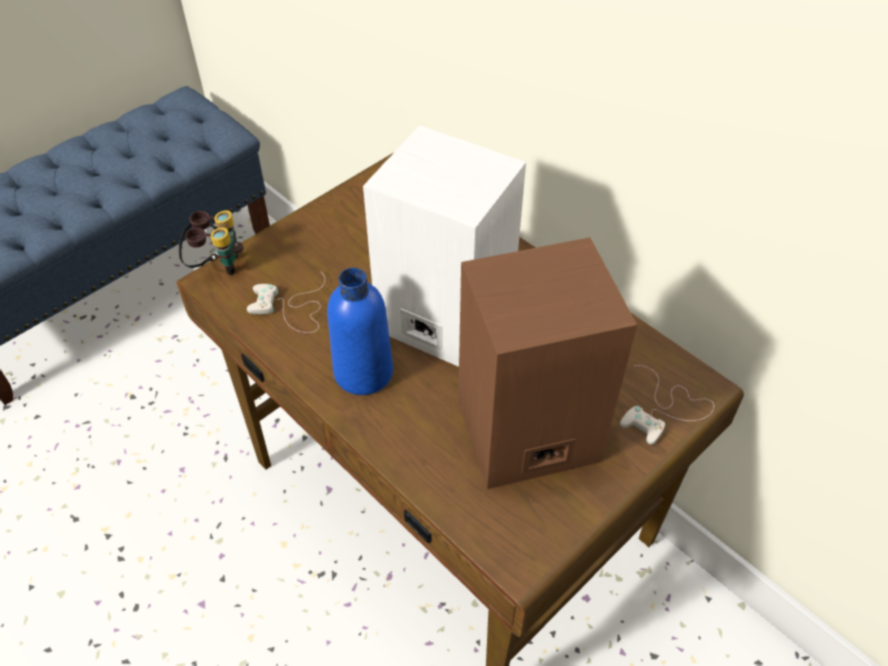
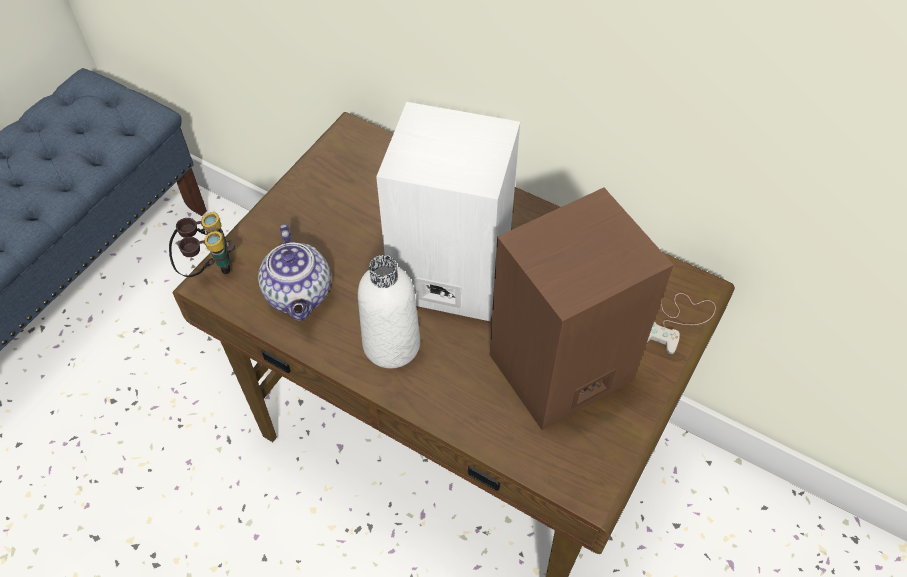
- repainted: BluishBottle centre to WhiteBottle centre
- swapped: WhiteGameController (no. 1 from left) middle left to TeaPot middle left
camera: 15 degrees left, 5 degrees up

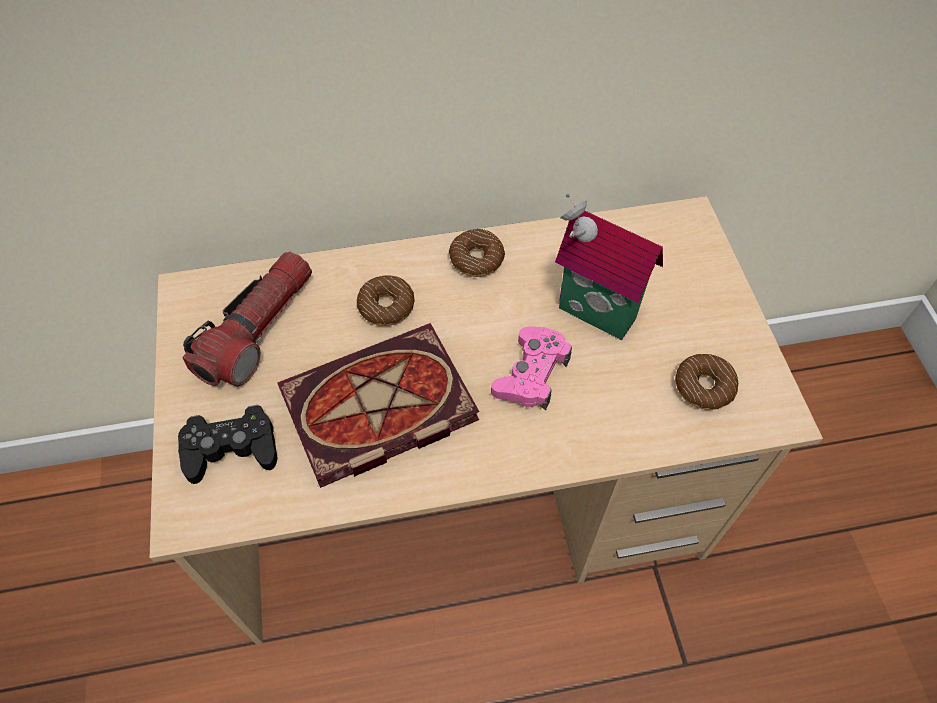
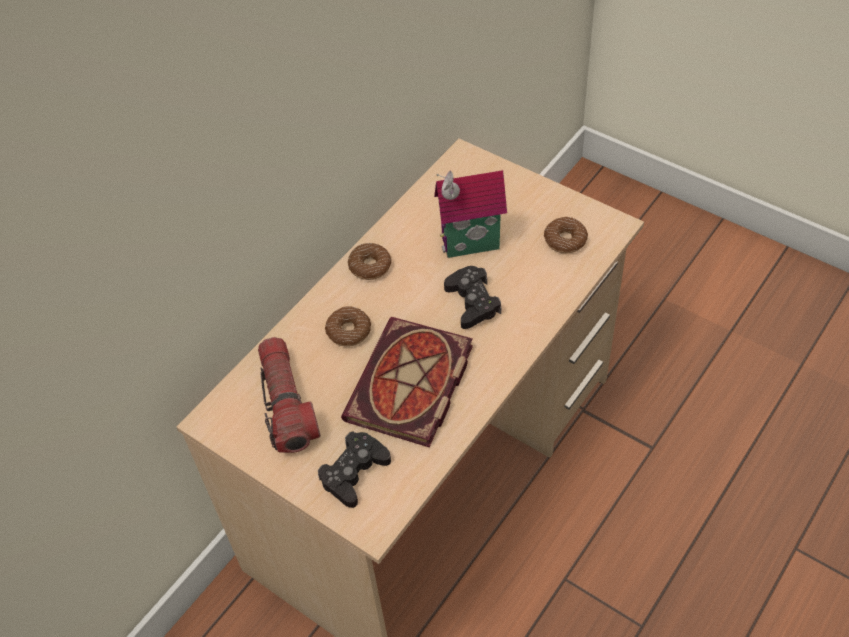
- repainted: PinkColouredGameController centre to BlackGameController (no. 2 from left) centre
camera: 40 degrees left, 5 degrees down

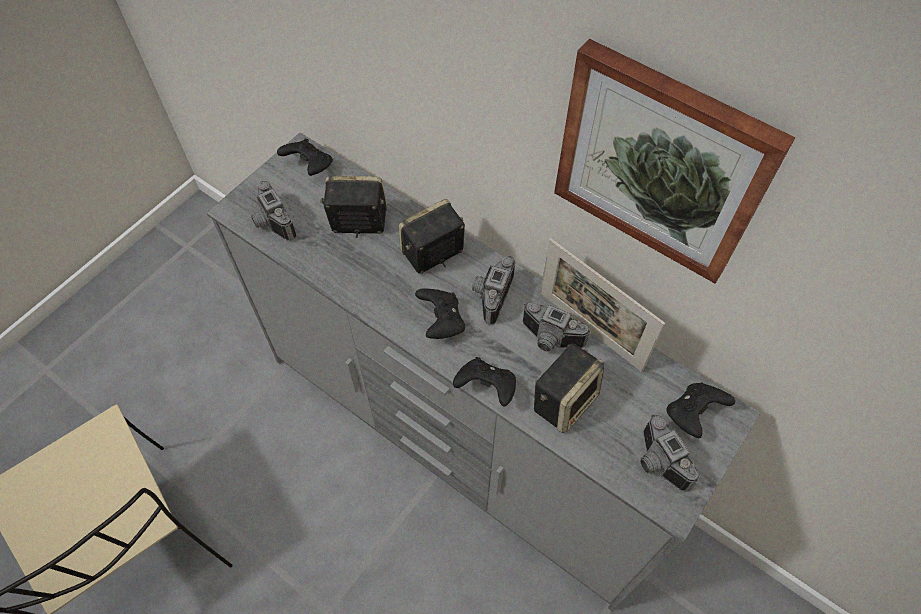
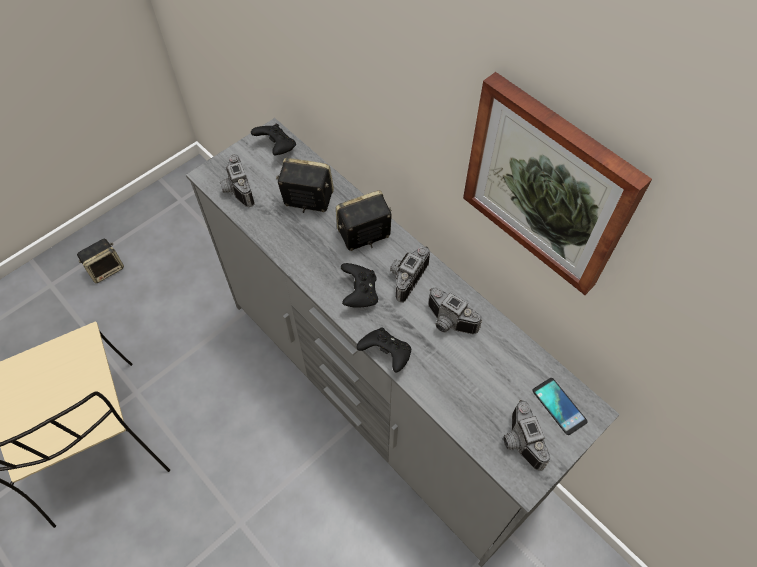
- gone: PhotoFrame centre
- shifted: AudioSpeaker (no. 3 from left in the first image) centre to AudioSpeaker (no. 1 from left) middle left
- swapped: BlackGameController (no. 4 from left) bottom right to Phone bottom right
camera: 10 degrees right, 0 degrees up

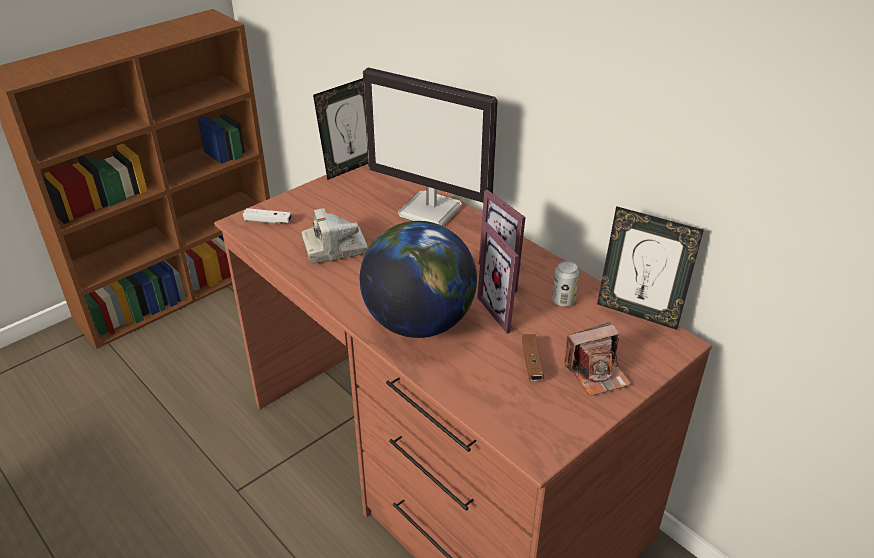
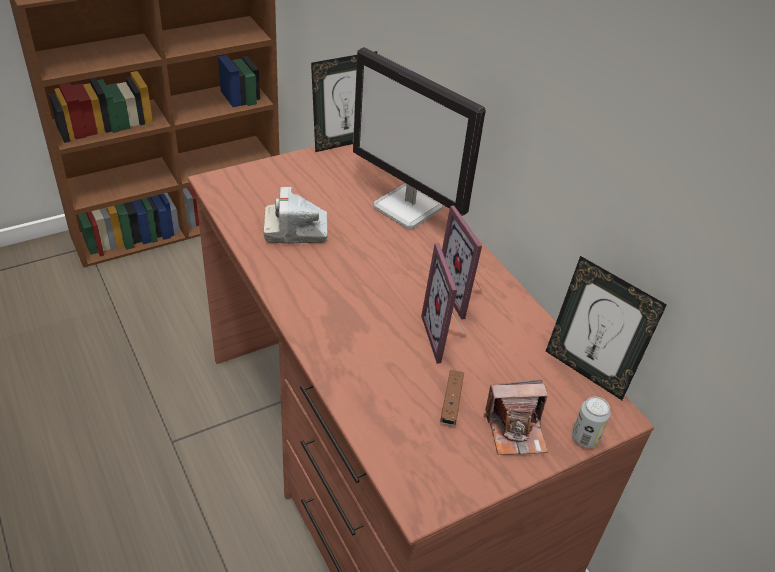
- gone: WhiteGameController middle left
- gone: Globe centre
- shifted: SealedCan centre to bottom right
camera: 10 degrees right, 5 degrees up

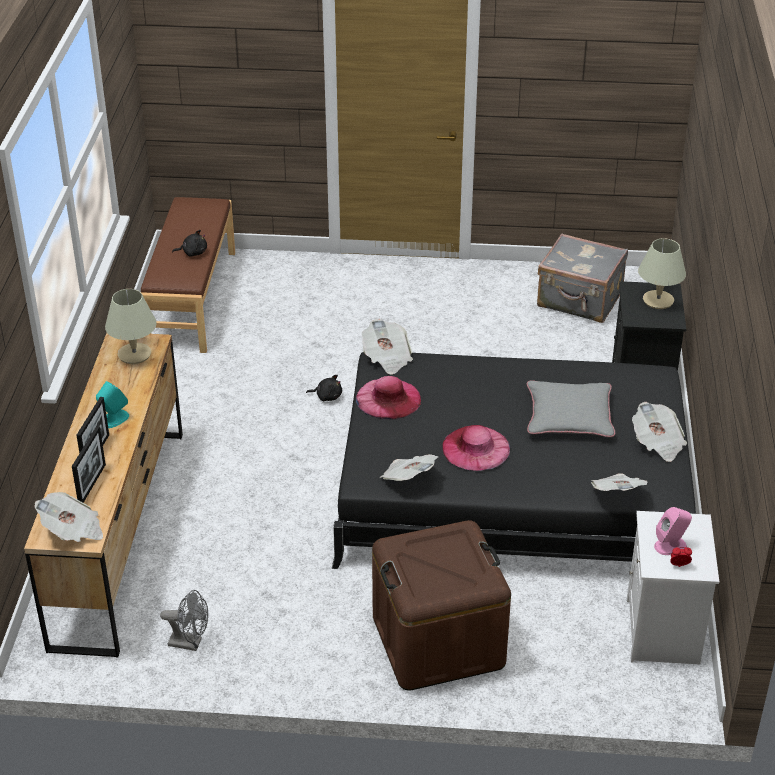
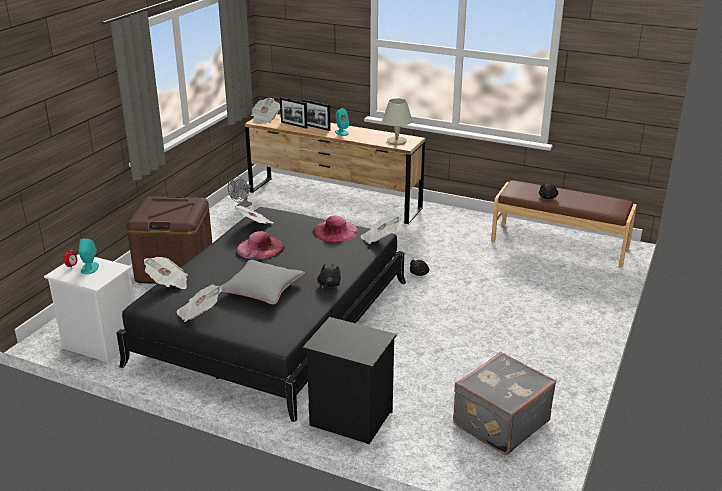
- gone: BeigeColouredLampForATable (no. 2 from left) middle right
- repainted: PinkColouredAudioSpeaker bottom right to TurquoiseColouredAudioSpeaker (no. 1 from left) middle left
- new: BlackSoftToy (no. 1 from left) centre
camera: 110 degrees right, 10 degrees down

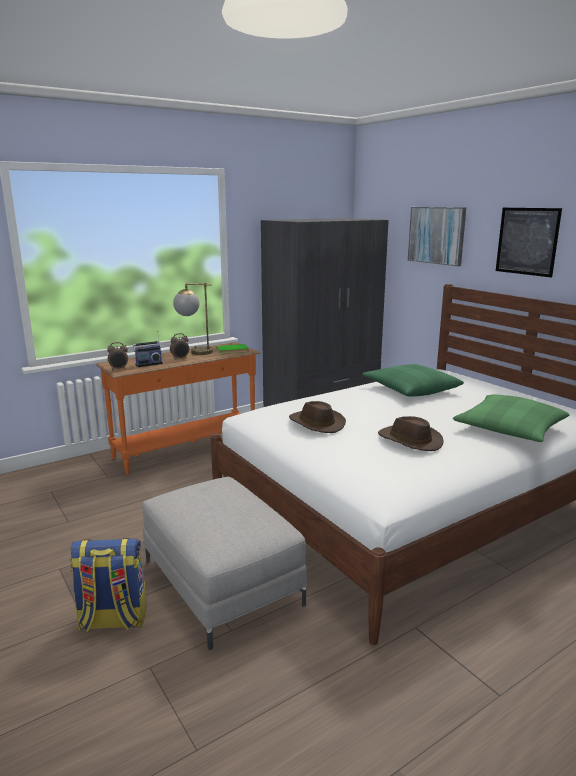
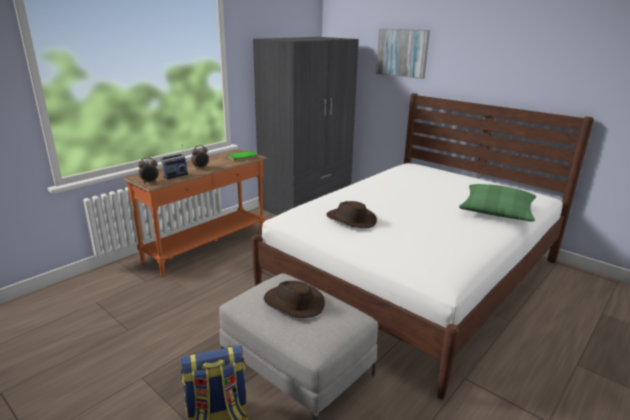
- gone: WallArt (no. 2 from left) top right
- gone: LampForATable centre
- gone: GreenishCushion (no. 1 from left) middle right
- shifted: BrownishHat (no. 2 from left in the first image) middle right to BrownishHat (no. 1 from left) bottom centre
camera: 15 degrees left, 5 degrees up

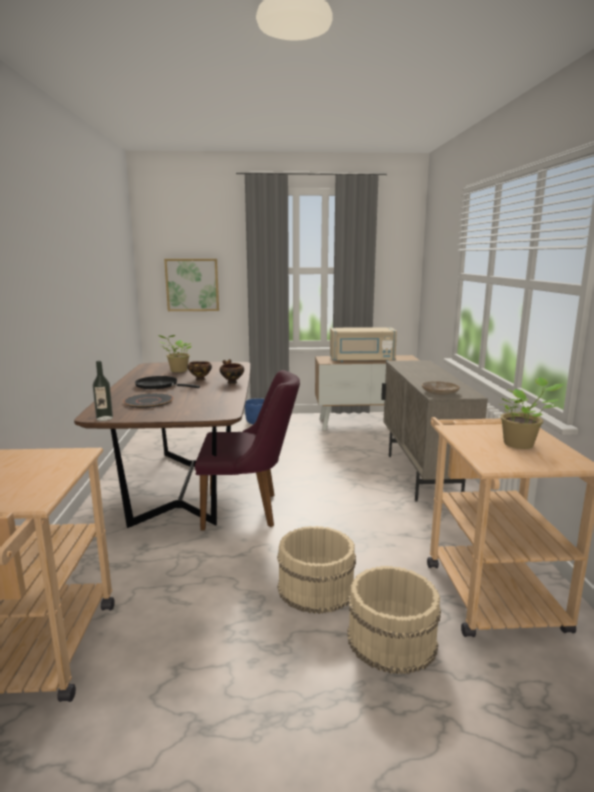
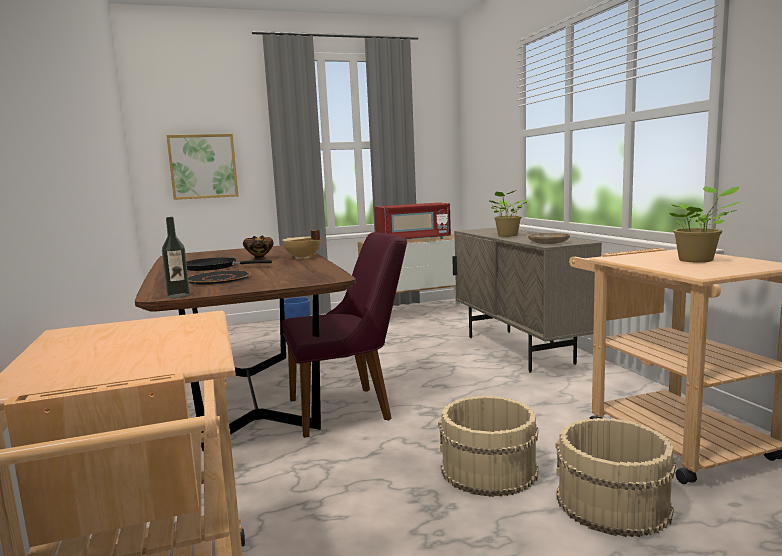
- repainted: BeigeColouredMicrowaveOven centre to RedMicrowaveOven centre
- shifted: Houseplant (no. 1 from left) middle left to centre
- swapped: ServingBowl (no. 2 from left) centre to BeigeColouredStockpot centre
camera: 15 degrees left, 5 degrees down

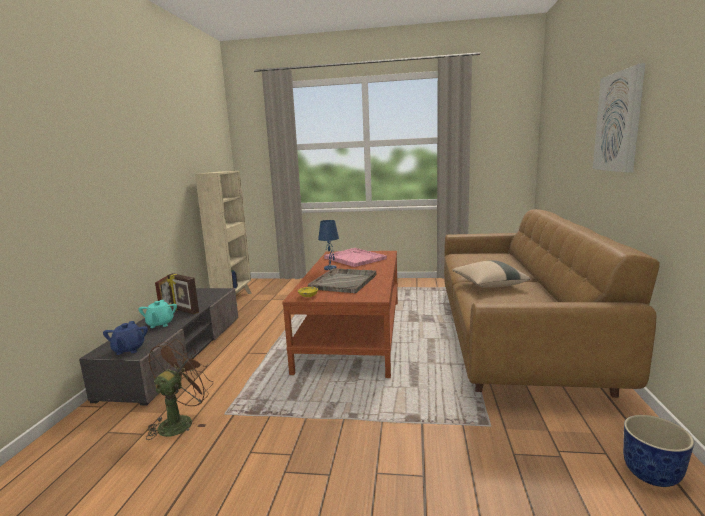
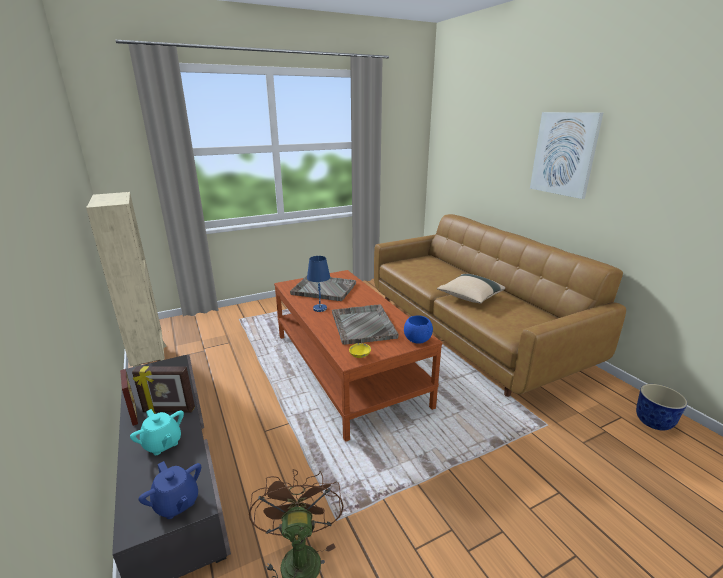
- repainted: PinkColouredTray centre to GrayTray (no. 1 from left) centre
- new: BluishServingBowl centre
camera: 35 degrees left, 10 degrees up

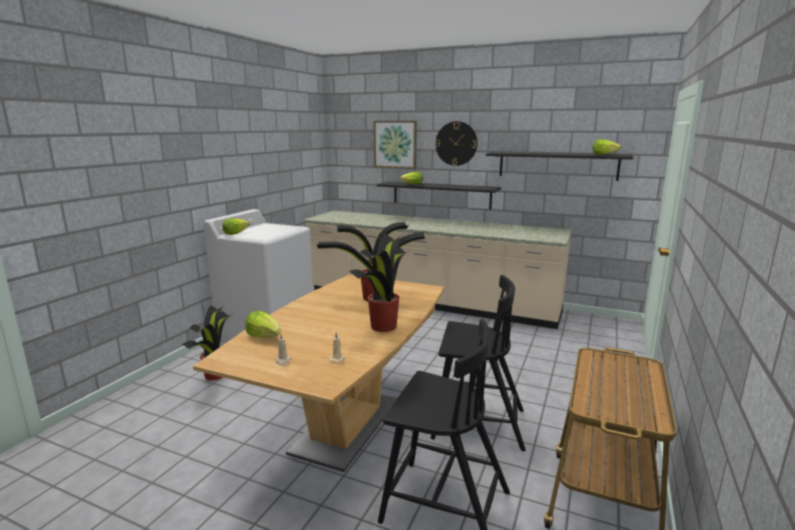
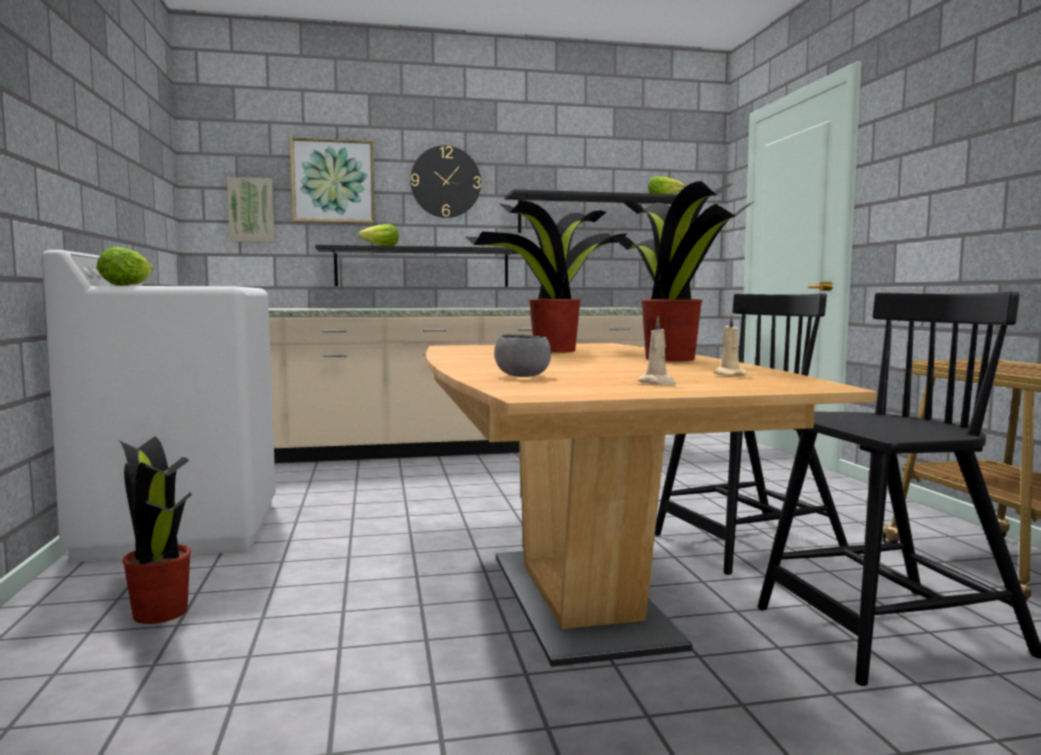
- swapped: HeadOfLettuce (no. 2 from left) middle left to GrayServingBowl centre
- new: WallArt (no. 1 from left) top left
camera: 35 degrees left, 10 degrees down

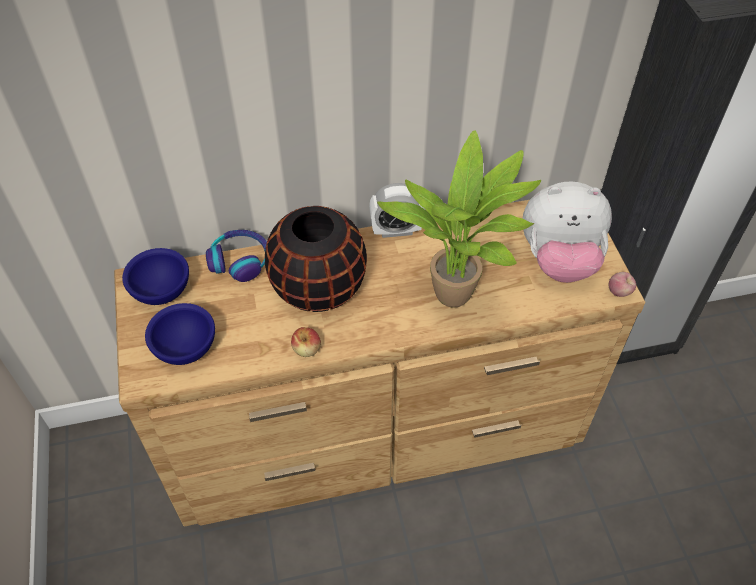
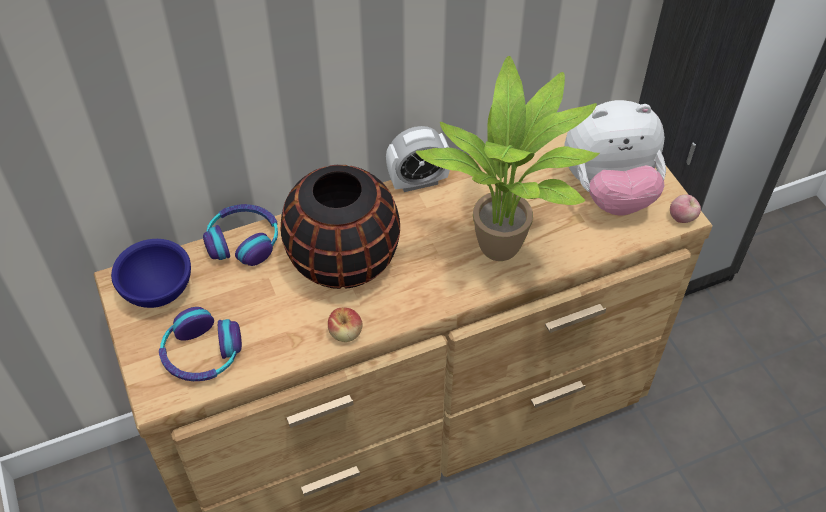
- swapped: BluishServingBowl (no. 2 from left) middle left to Headset (no. 1 from left) bottom left
camera: 10 degrees left, 0 degrees up

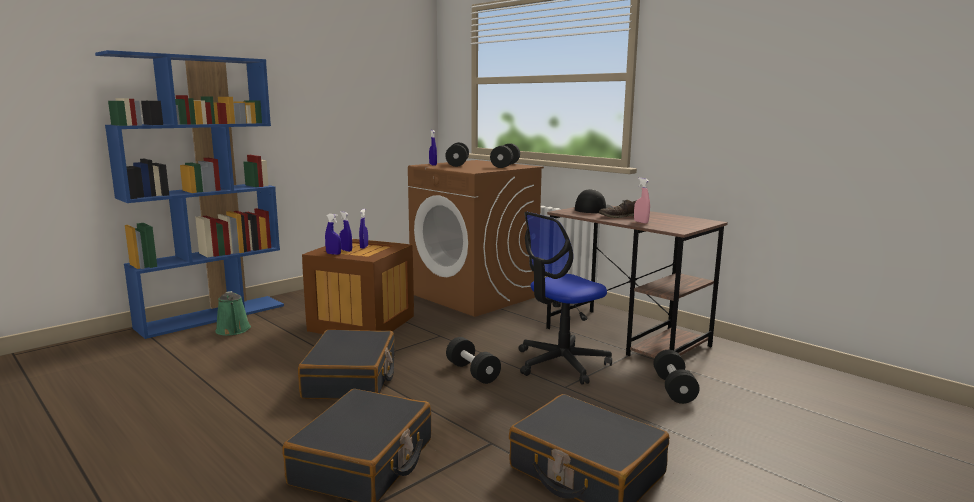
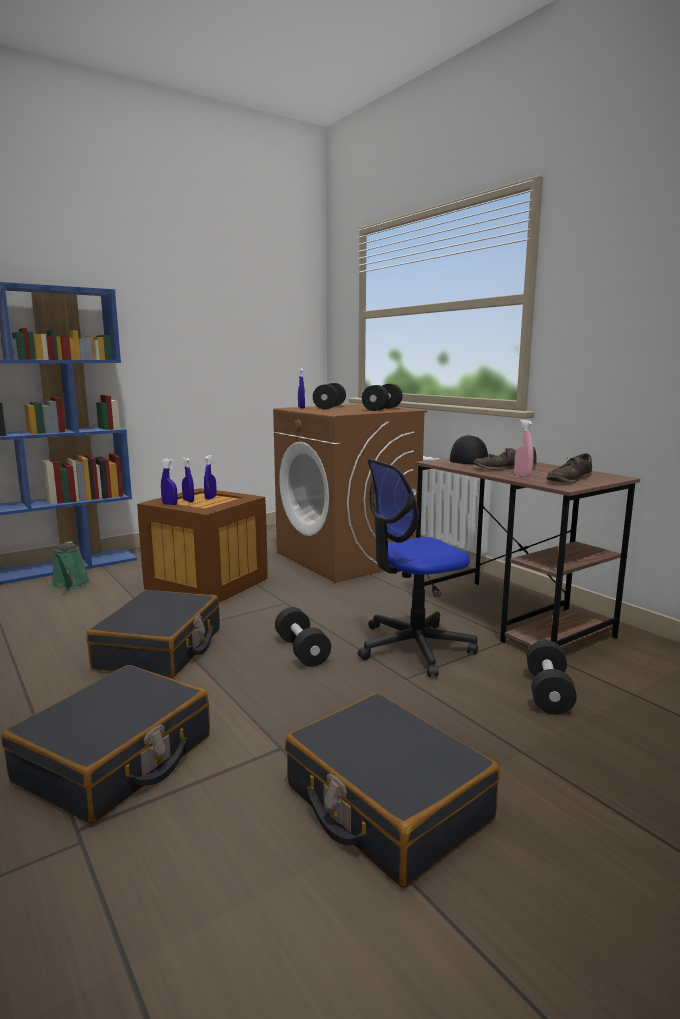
- new: BrownishShoe (no. 2 from left) middle right
camera: 10 degrees right, 0 degrees up

